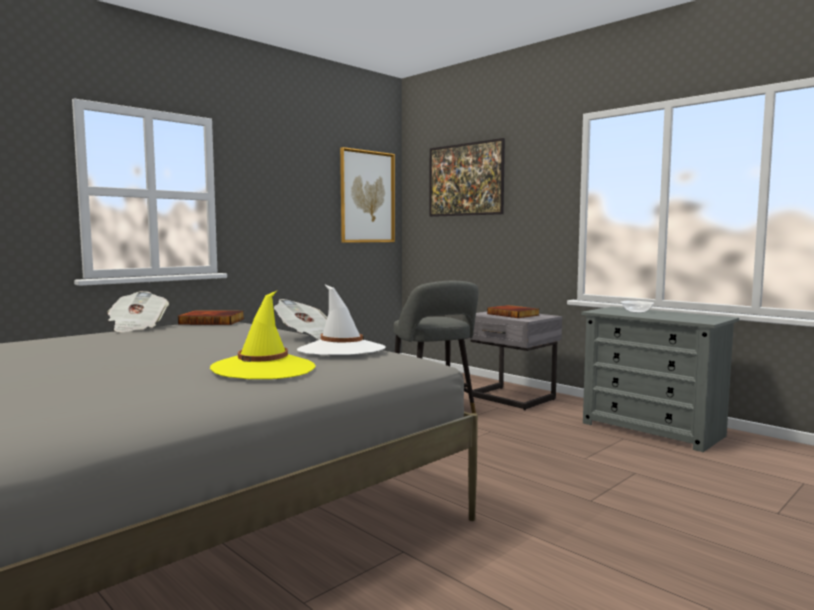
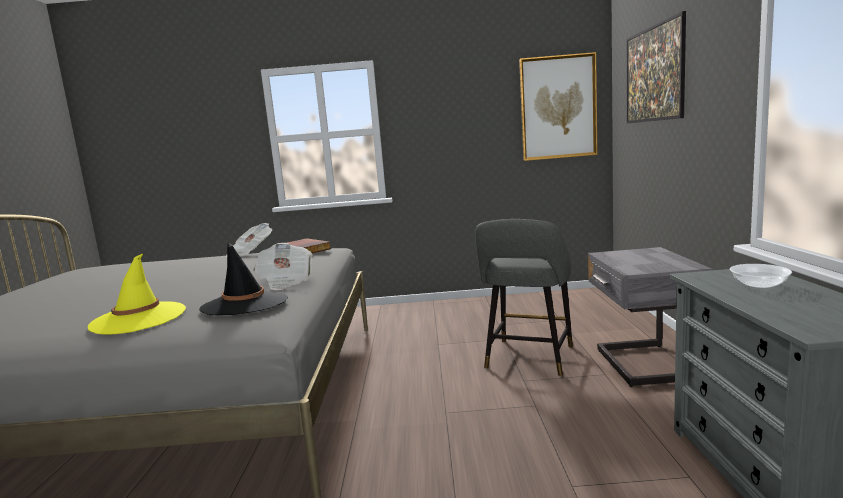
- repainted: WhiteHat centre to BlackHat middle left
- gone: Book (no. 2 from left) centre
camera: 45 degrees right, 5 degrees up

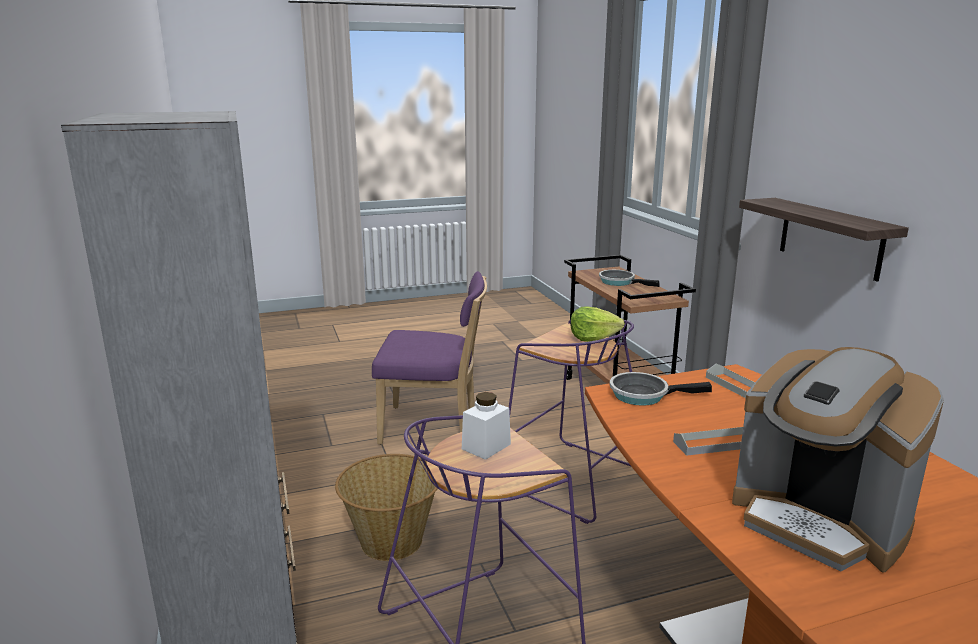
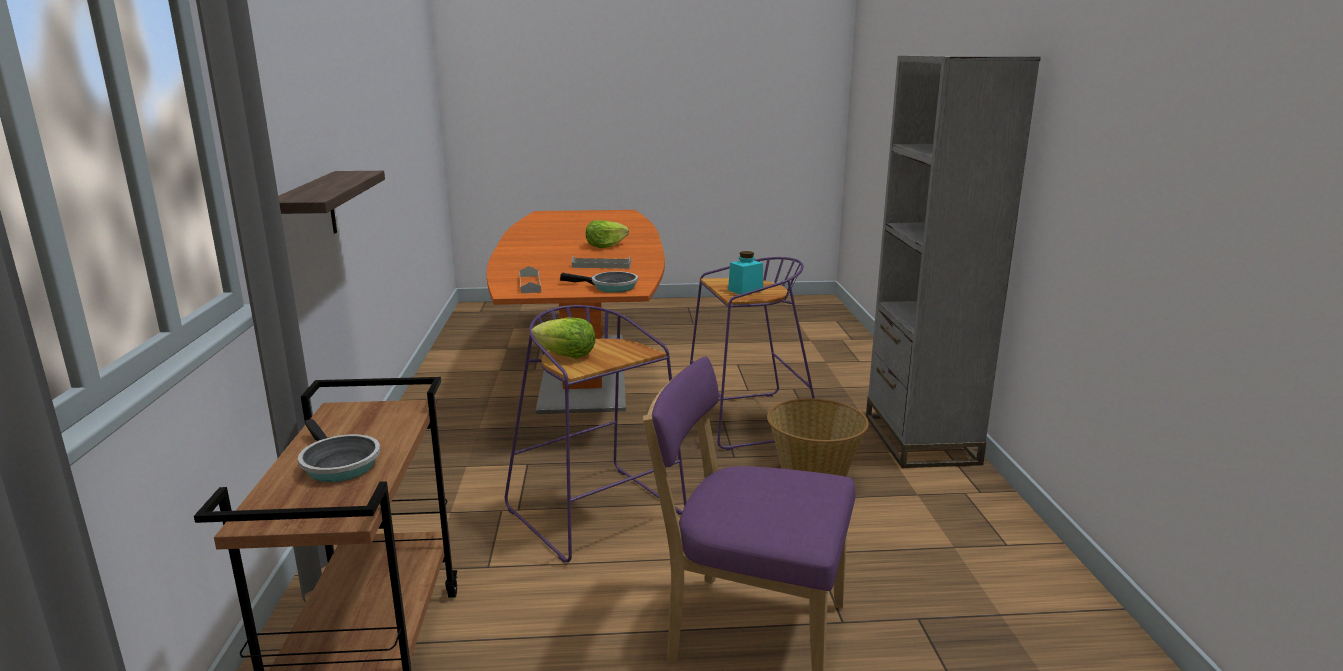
- swapped: CoffeeMaker bottom right to HeadOfLettuce (no. 2 from left) centre
- repainted: WhitePreserveJar centre to TurquoiseColouredPreserveJar centre
camera: 165 degrees left, 0 degrees up

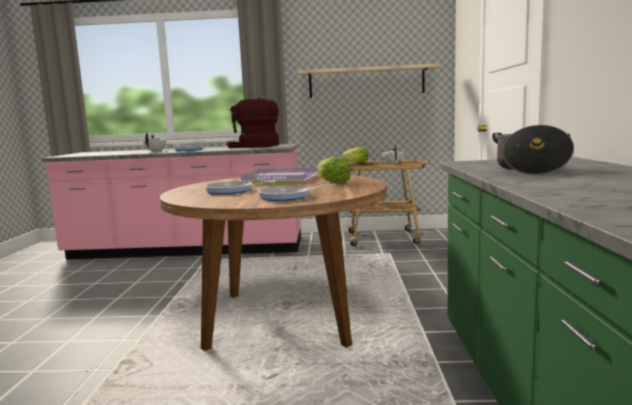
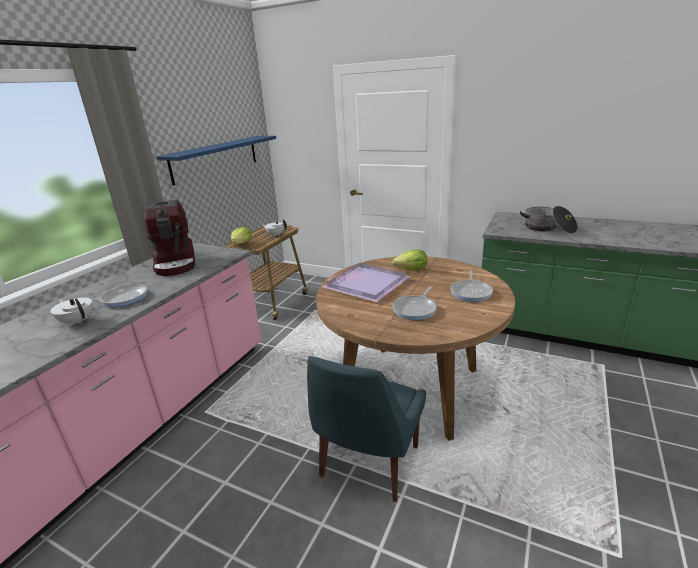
- repainted: BeigeColouredBracketShelf top centre to BluishBracketShelf top left
- rotated: CoffeeMaker top centre = middle left 60 degrees counterclockwise
- new: BluishPlainChair bottom centre
camera: 65 degrees left, 15 degrees up

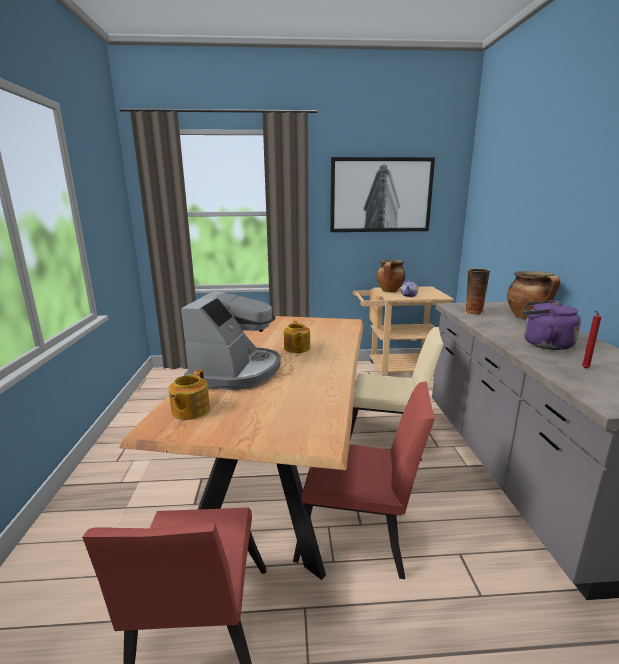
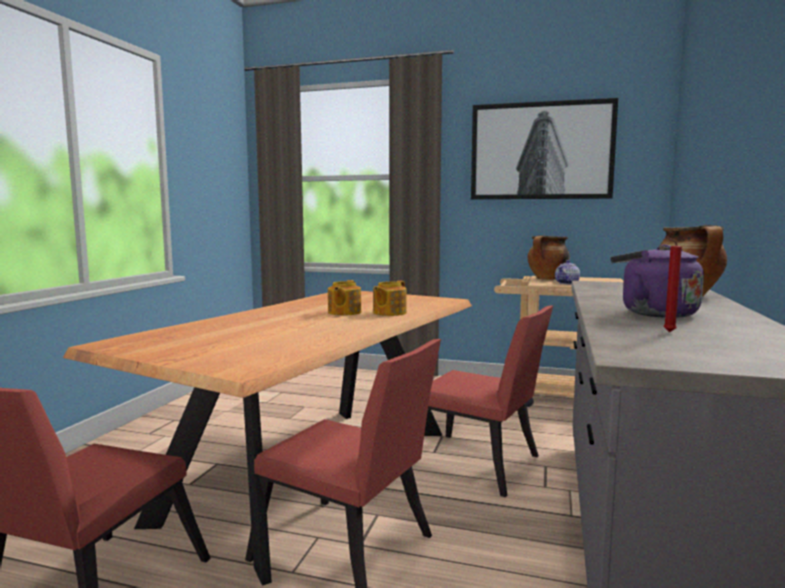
- gone: Vase middle right
- gone: CoffeeMaker centre
- repainted: BeigeColouredPlainChair centre to RedPlainChair (no. 3 from left) bottom centre
- shifted: TeaPot (no. 1 from left in the first image) middle left to TeaPot (no. 2 from left) centre
camera: 20 degrees right, 10 degrees down

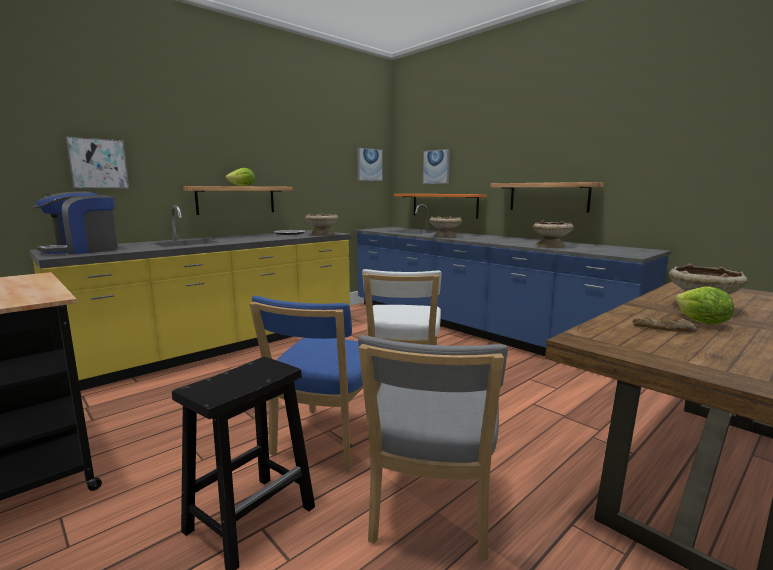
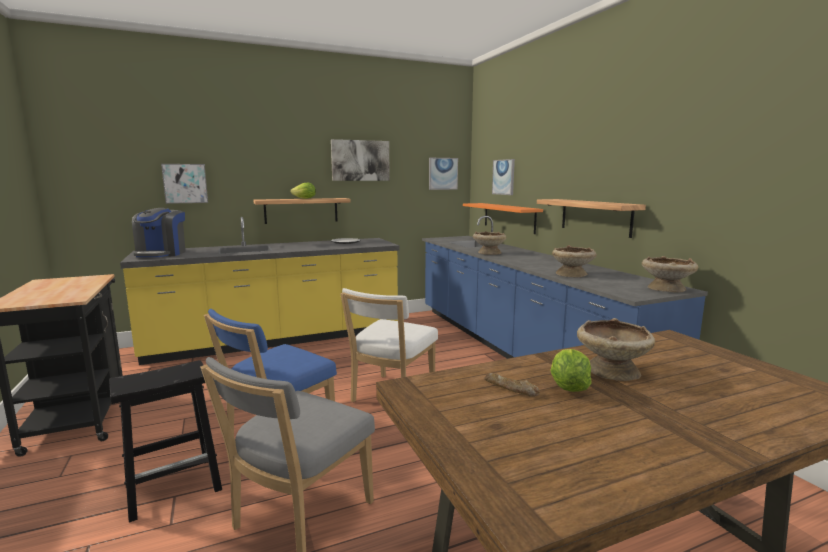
- rotated: CoffeeMaker middle left = middle left 60 degrees counterclockwise
- shifted: BeigeColouredServingBowl (no. 1 from left in the first image) centre to BeigeColouredServingBowl (no. 4 from left) middle right
- new: WallArt (no. 2 from left) top centre
camera: 20 degrees right, 0 degrees up

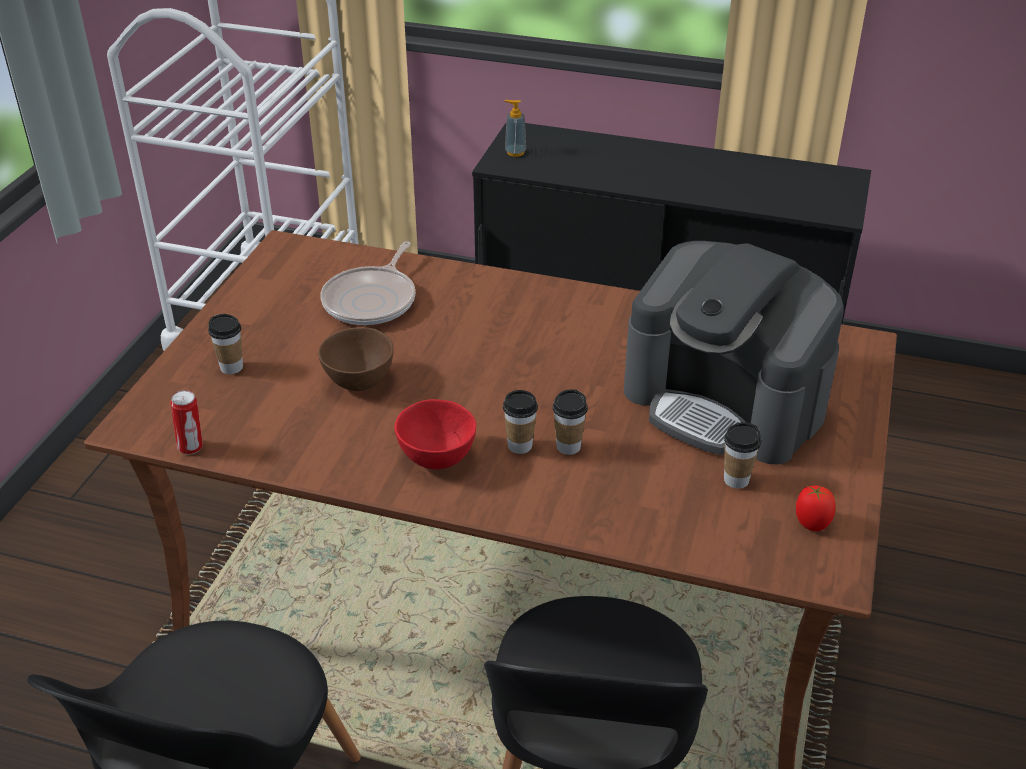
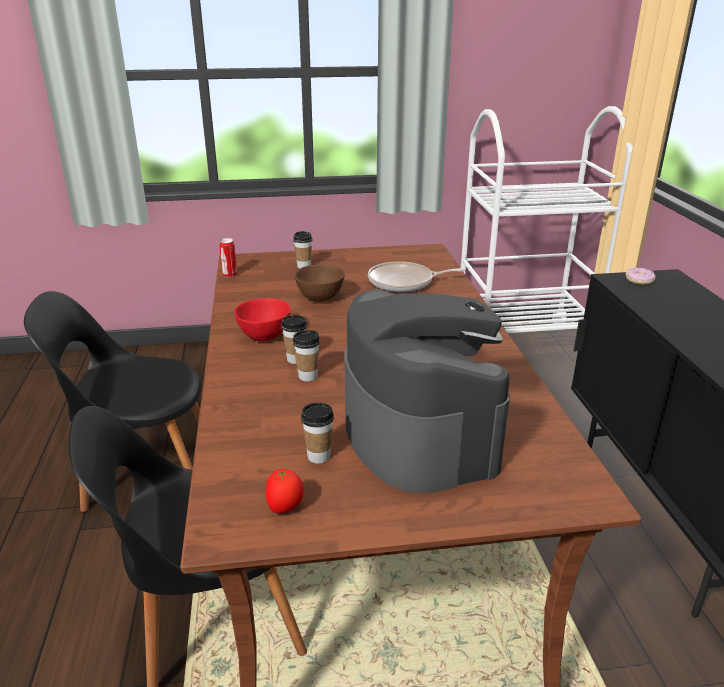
- swapped: SoapBottle top centre to RingDoughnut middle right
- rotated: CoffeeMaker middle right = centre 150 degrees clockwise
camera: 65 degrees right, 10 degrees down

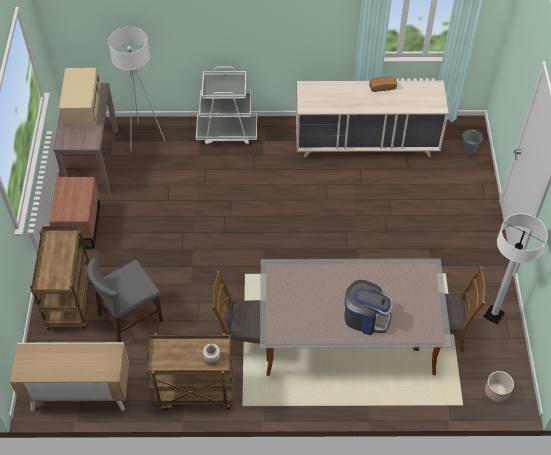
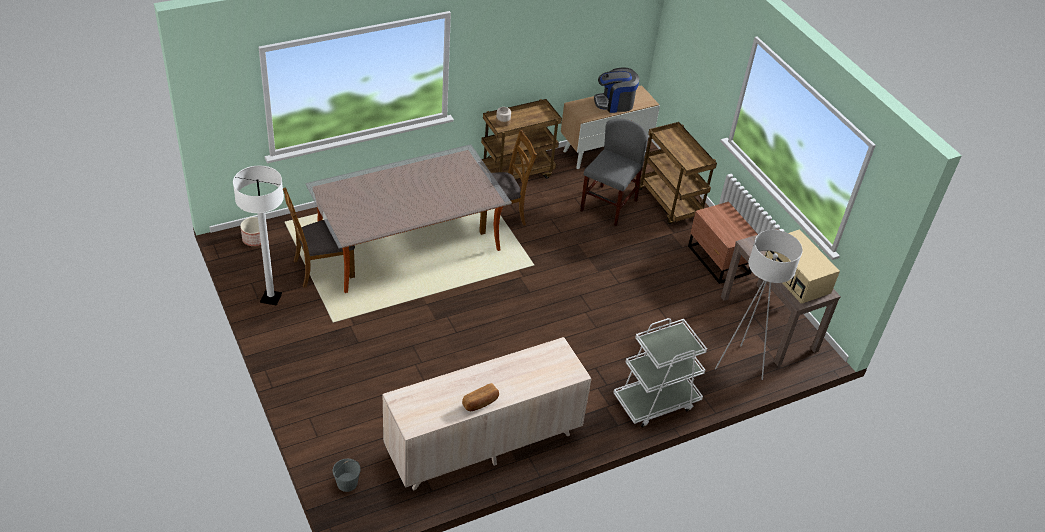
- shifted: CoffeeMaker bottom right to top centre
camera: 150 degrees right, 10 degrees down

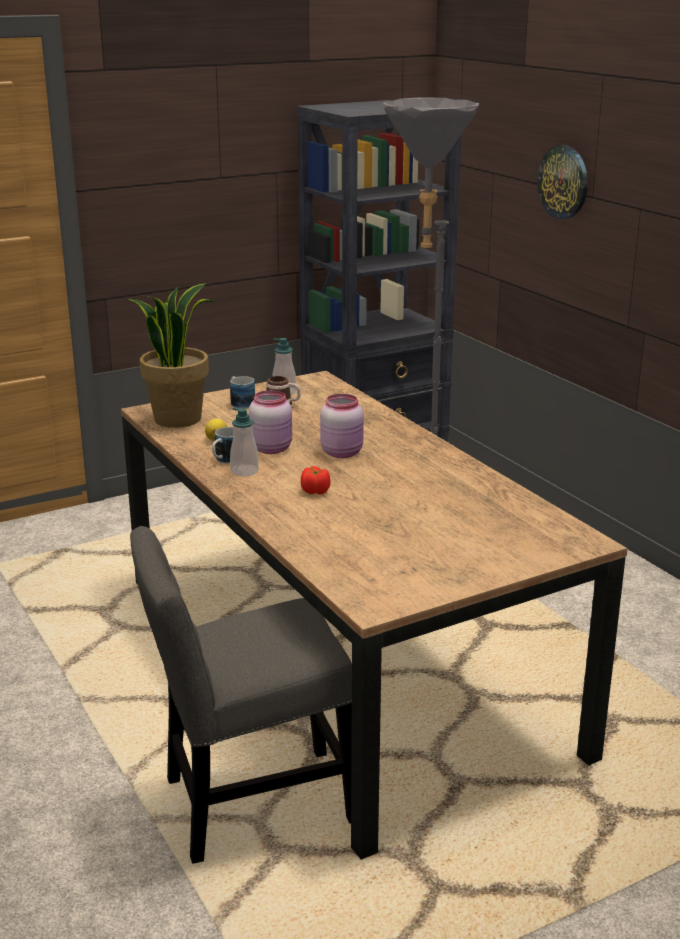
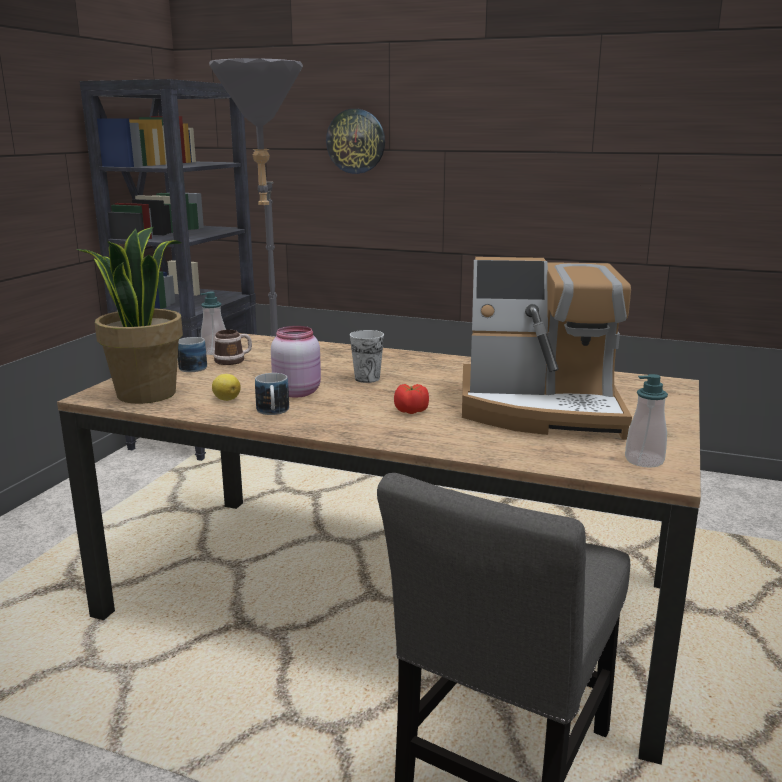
- swapped: PinkColouredPreserveJar (no. 2 from left) centre to DrinkingCup centre
- shifted: SoapBottle (no. 1 from left in the first image) centre to SoapBottle (no. 2 from left) middle right
- new: CoffeeMaker middle right
camera: 40 degrees left, 5 degrees down

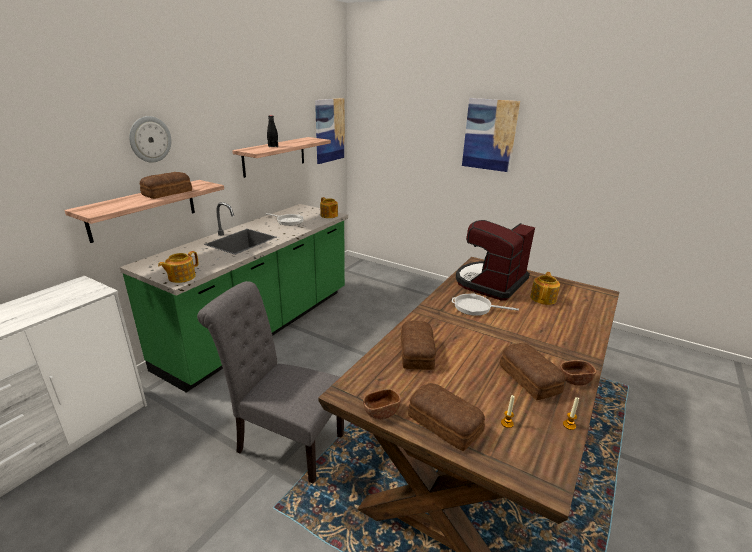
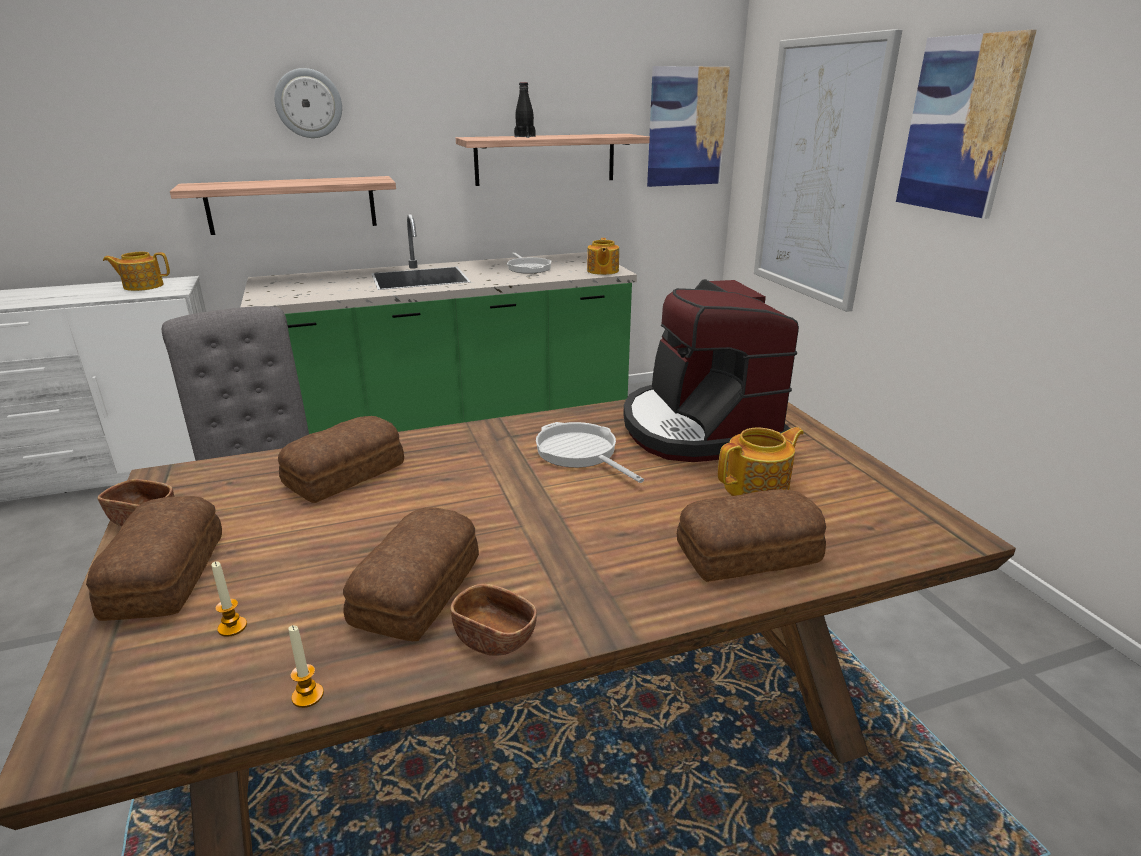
- shifted: BakedBread (no. 1 from left in the first image) middle left to BakedBread (no. 4 from left) centre
- rotated: CoffeeMaker centre = centre 90 degrees counterclockwise
- shifted: TeaPot (no. 1 from left) middle left to top left
- new: WallArt (no. 2 from left) top right
camera: 40 degrees right, 0 degrees up

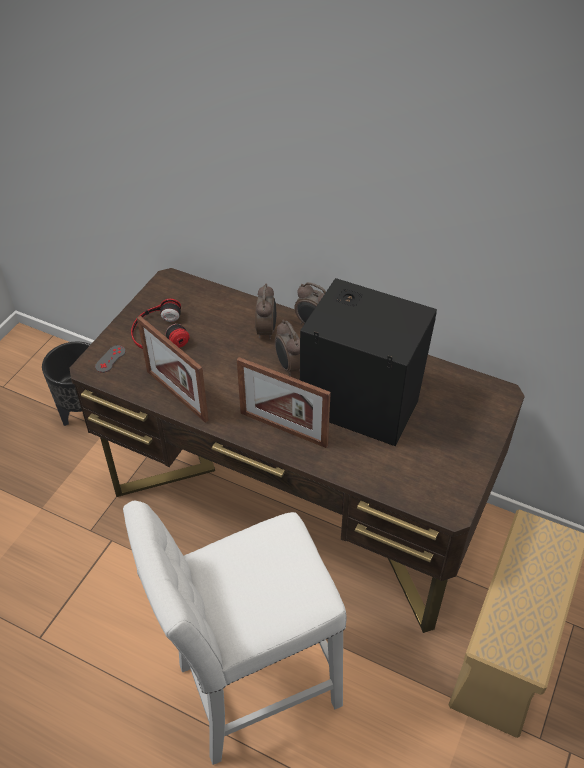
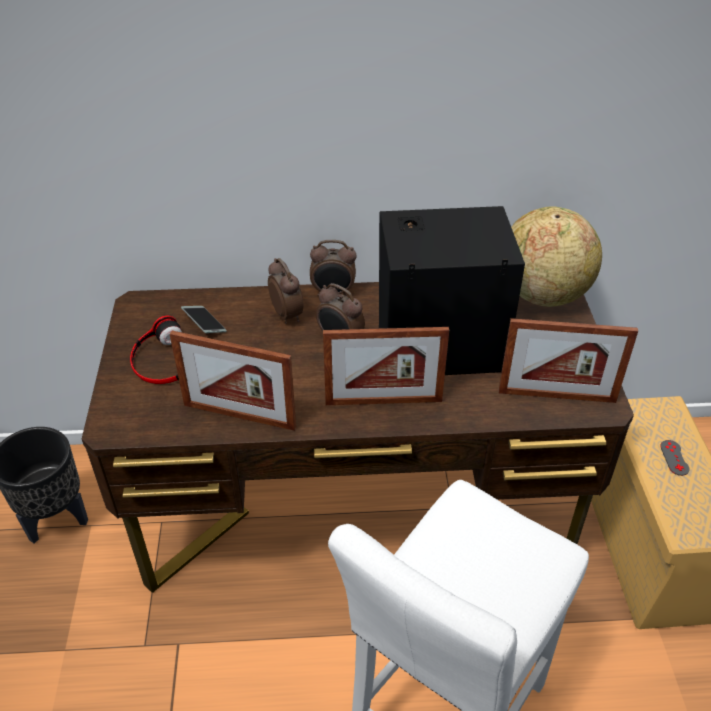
- shifted: GrayGameController middle left to middle right
- new: Globe middle right
- new: Phone middle left
- new: PhotoFrame (no. 3 from left) middle right
camera: 30 degrees left, 5 degrees down

